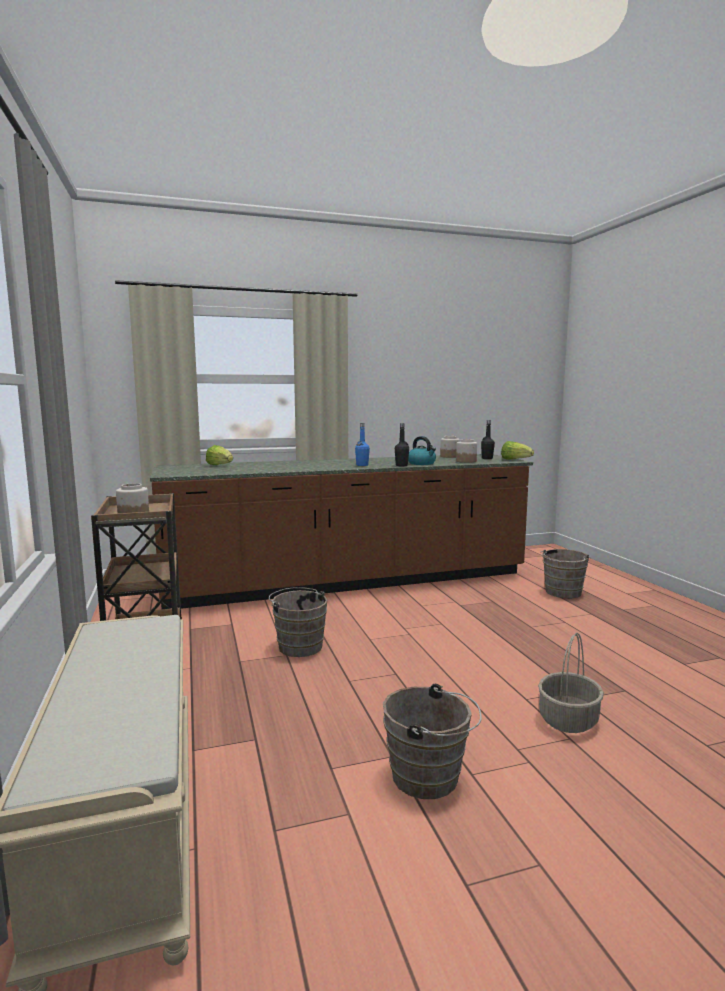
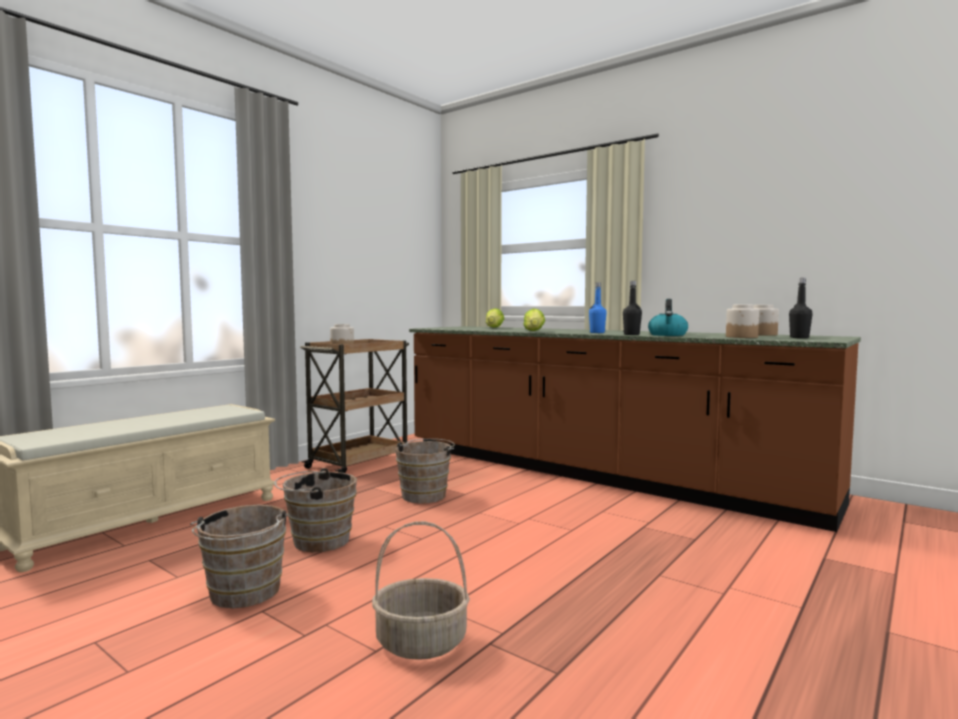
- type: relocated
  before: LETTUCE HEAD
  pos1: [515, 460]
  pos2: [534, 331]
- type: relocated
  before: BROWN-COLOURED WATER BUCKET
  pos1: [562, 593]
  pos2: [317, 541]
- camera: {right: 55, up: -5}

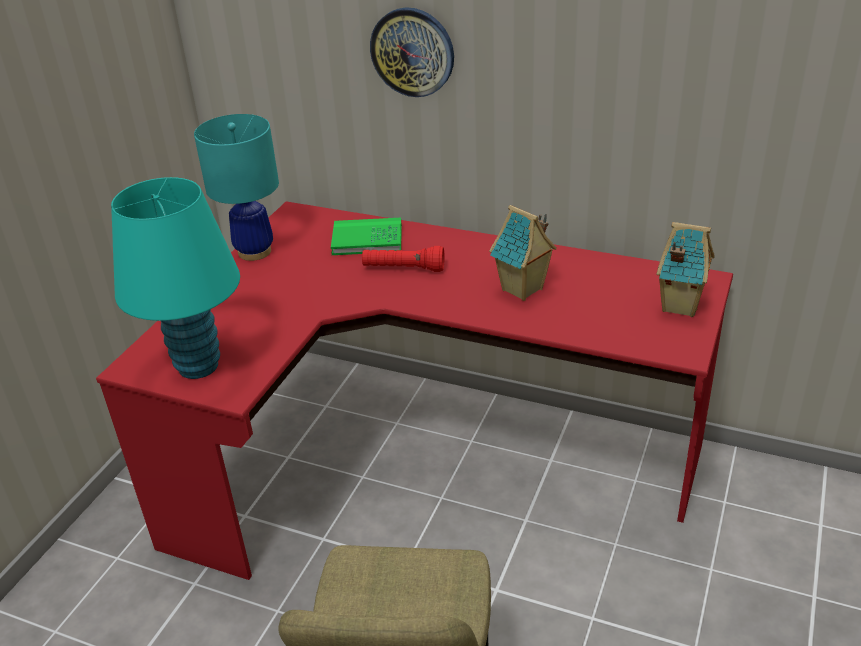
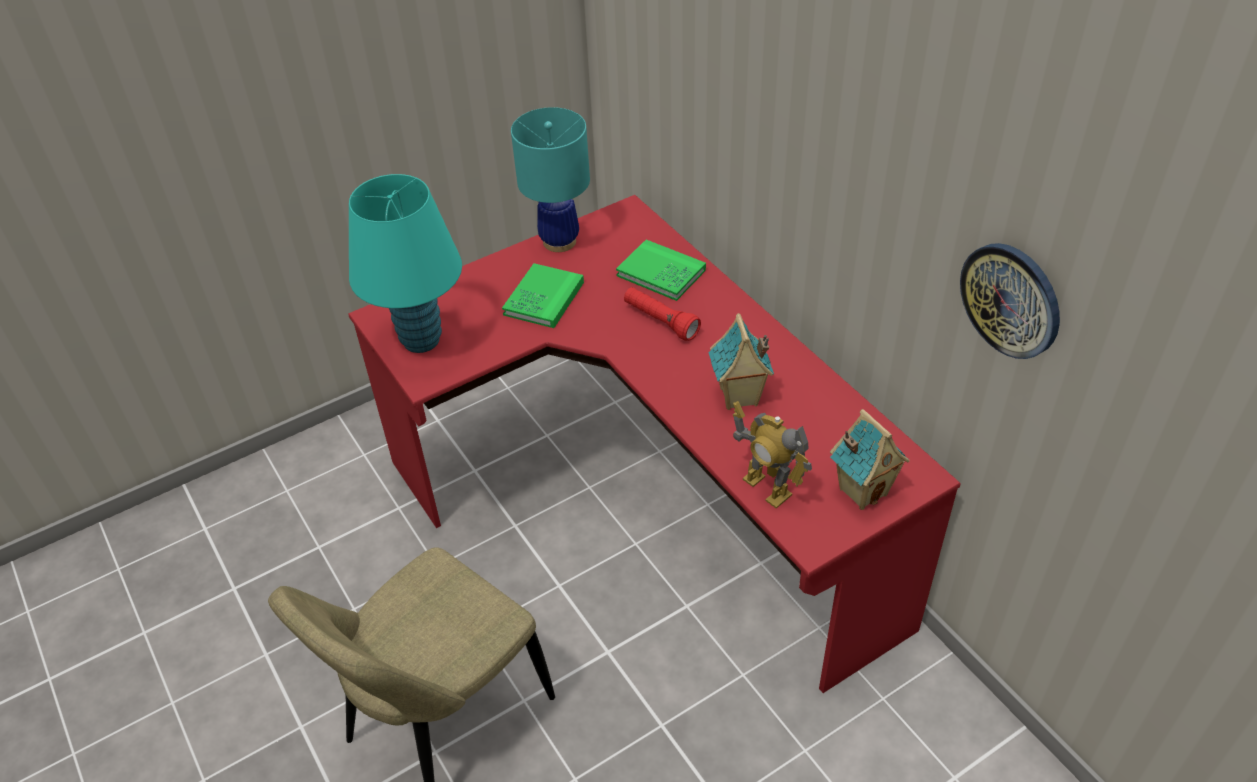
- type: relocated
  before: HANGING CLOCK
  pos1: [412, 52]
  pos2: [1011, 300]
- type: appeared
  after: GREEN BOOK
  pos2: [544, 298]
- type: appeared
  after: TOY ROBOT
  pos2: [766, 487]
- camera: {right: 35, up: 10}

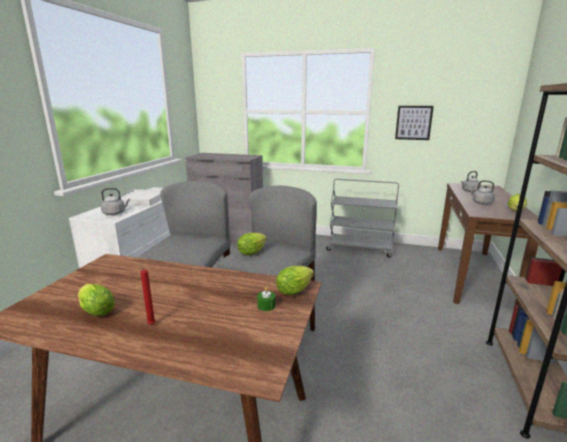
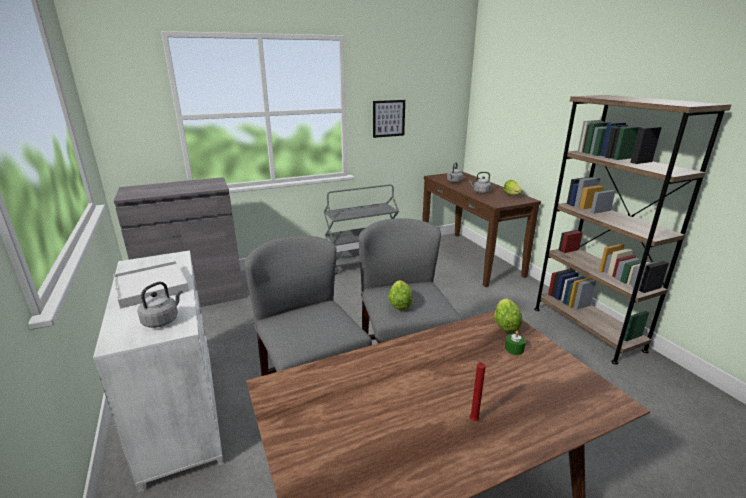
- type: missing
  before: LETTUCE HEAD
  pos1: [95, 310]
- camera: {right: -40, up: 5}

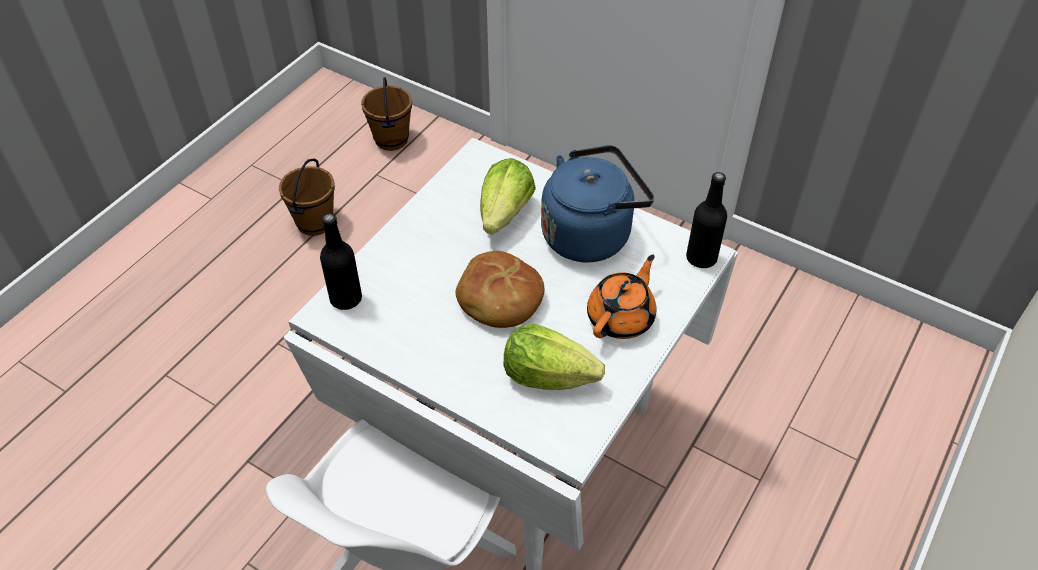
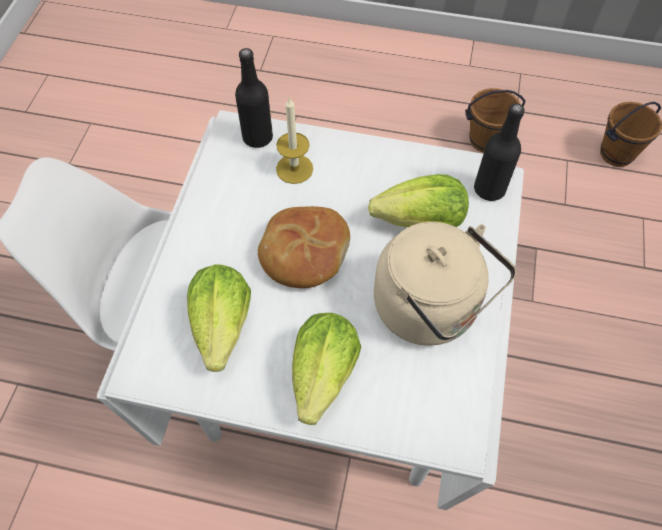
- type: colour
  before: BLUISH WATER KETTLE
  after: BEIGE-COLOURED WATER KETTLE
  pos1: [590, 234]
  pos2: [431, 309]
- type: exchanged
  before: ORANGE POT FOR TEA
  after: LETTUCE HEAD
  pos1: [621, 317]
  pos2: [323, 374]
- type: relocated
  before: BLACK-COLOURED BEVERAGE BOTTLE
  pos1: [701, 258]
  pos2: [489, 189]
- type: appeared
  after: WAX CANDLE
  pos2: [294, 169]
- camera: {right: 70, up: 10}

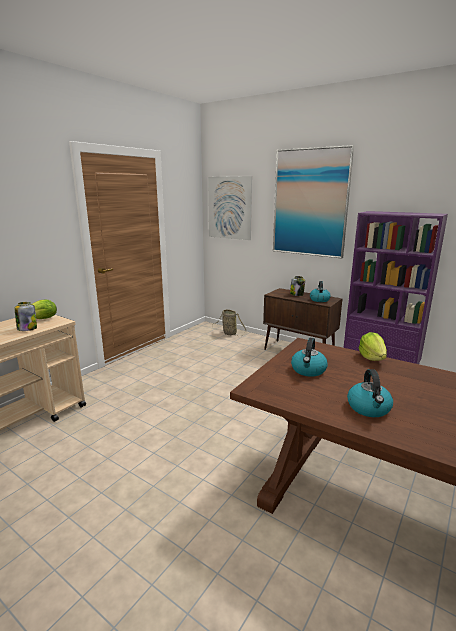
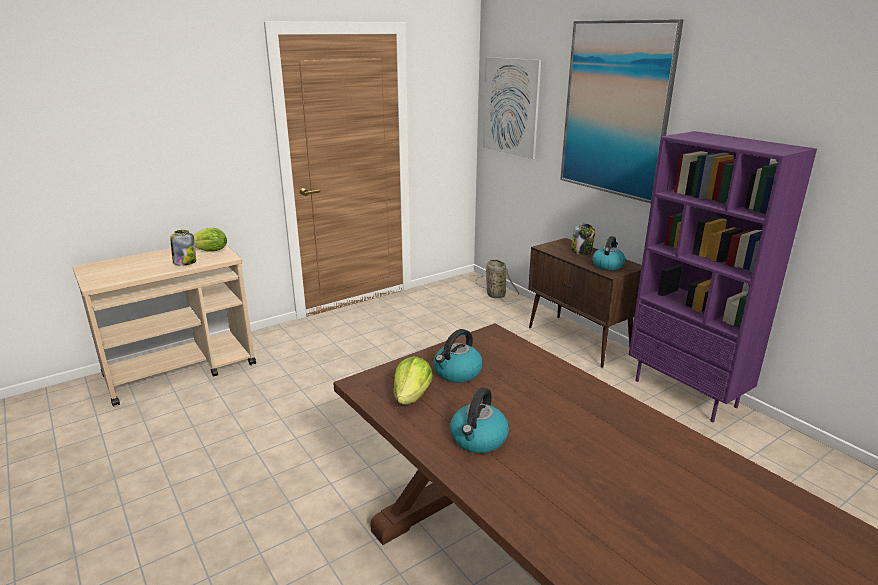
- type: relocated
  before: LETTUCE HEAD
  pos1: [372, 358]
  pos2: [412, 397]
- camera: {right: 20, up: 5}

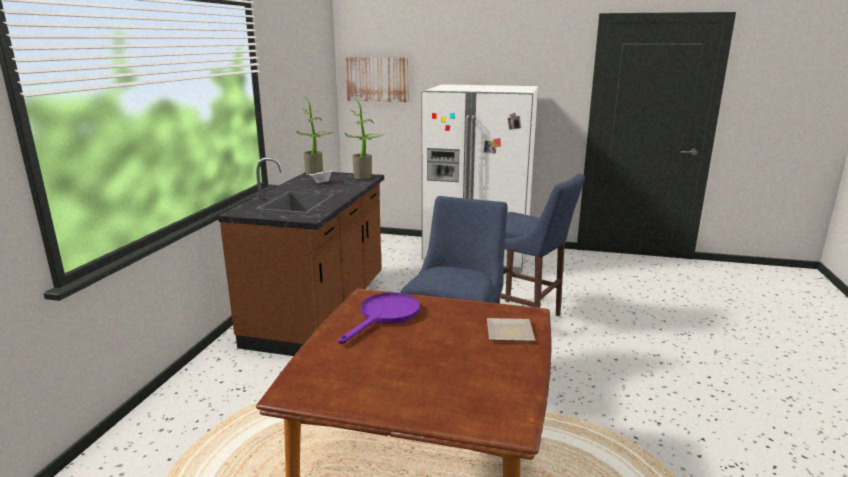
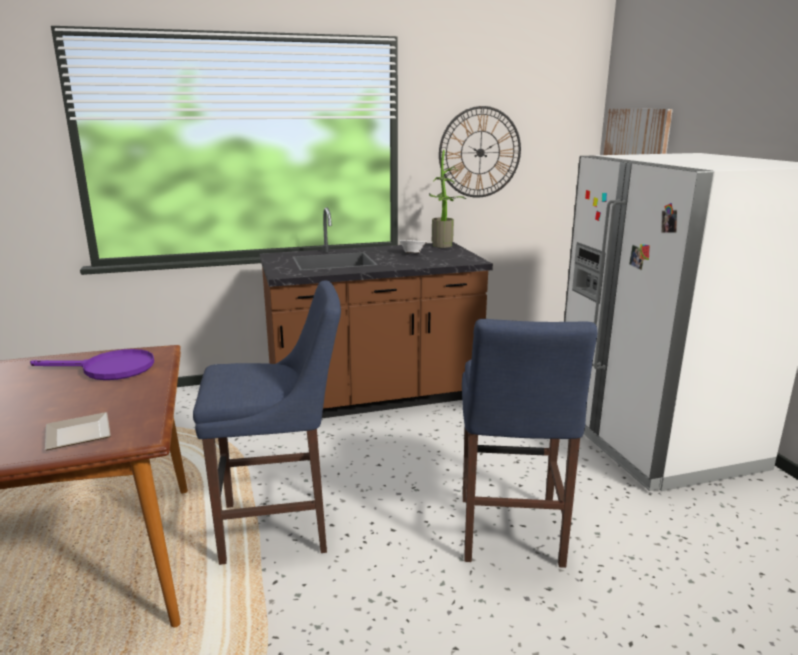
- type: missing
  before: HOUSEPLANT
  pos1: [365, 177]
- type: appeared
  after: HANGING CLOCK
  pos2: [480, 152]
- camera: {right: 60, up: 0}

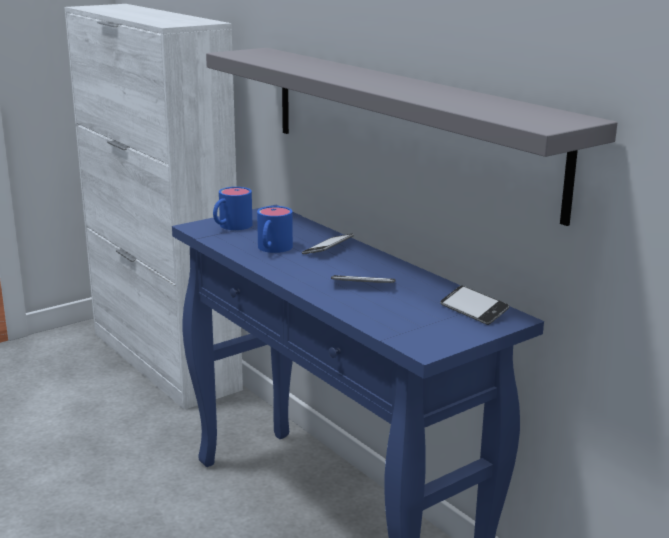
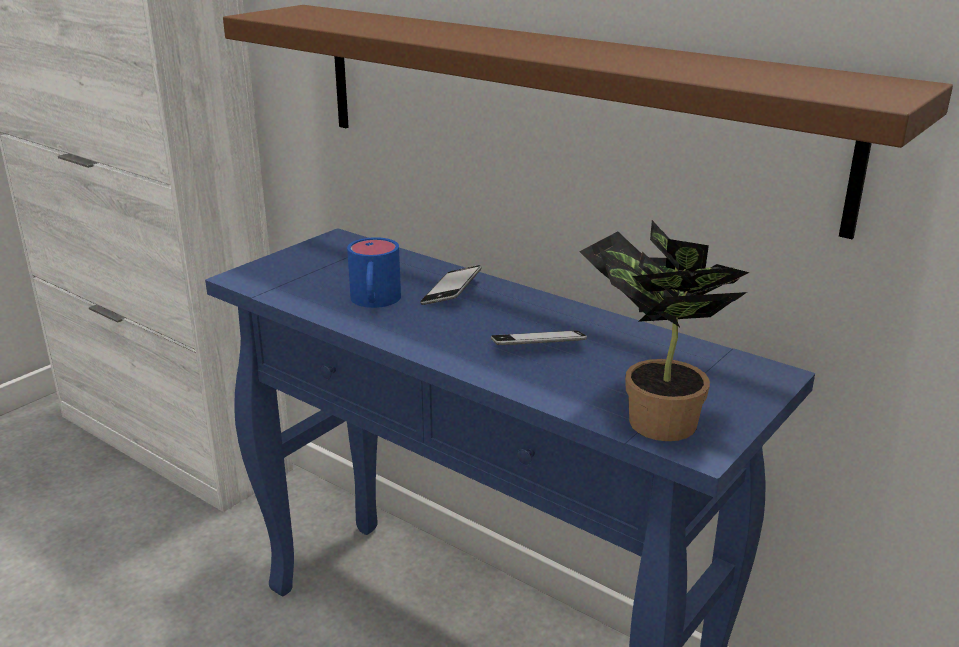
- type: colour
  before: GRAY SHELF
  after: BROWN-COLOURED SHELF
  pos1: [404, 124]
  pos2: [555, 106]
- type: missing
  before: BLUISH COFFEE MUG
  pos1: [230, 227]
- type: missing
  before: HANDSET
  pos1: [473, 310]
- type: appeared
  after: HOUSEPLANT
  pos2: [651, 421]
- camera: {right: -15, up: 5}

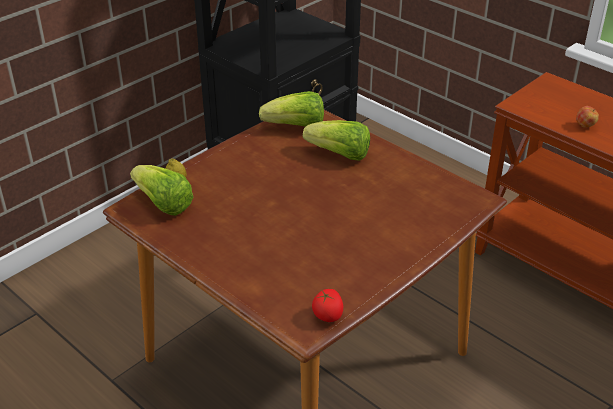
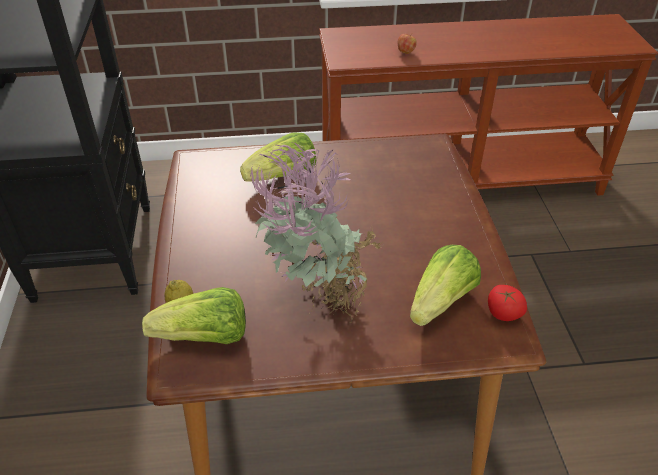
- type: relocated
  before: LETTUCE HEAD
  pos1: [296, 126]
  pos2: [441, 302]
- type: appeared
  after: HOUSEPLANT
  pos2: [317, 304]
- camera: {right: -50, up: 5}

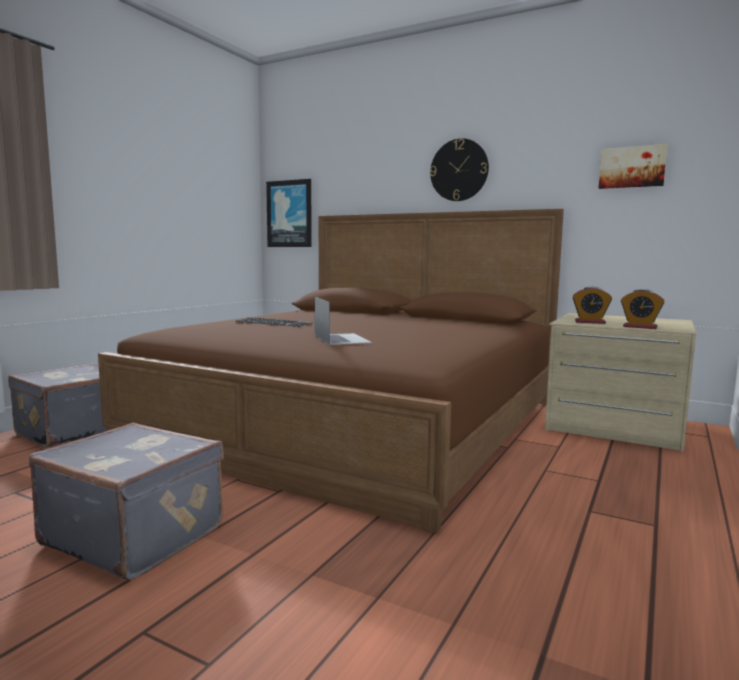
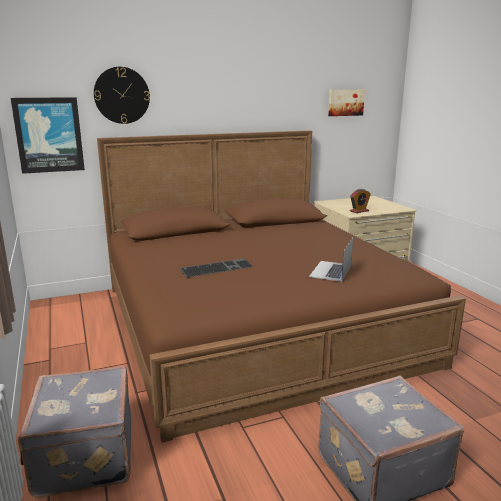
- type: spun
  before: LAPTOP
  pos1: [341, 339]
  pos2: [331, 271]
  turn: -90
- type: relocated
  before: HANGING CLOCK
  pos1: [459, 170]
  pos2: [122, 95]
- type: missing
  before: ALARM CLOCK
  pos1: [640, 327]
- camera: {right: -50, up: 10}

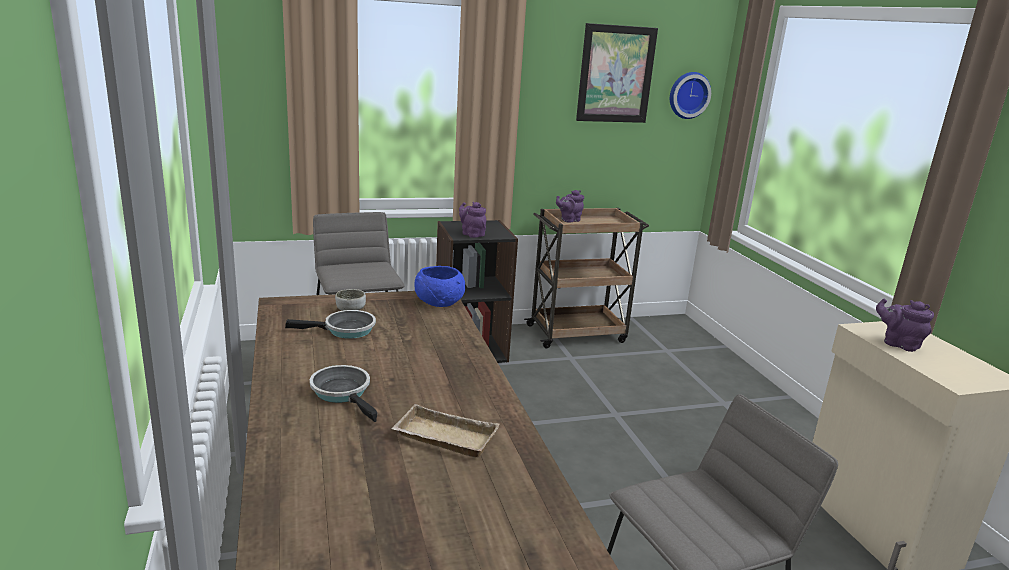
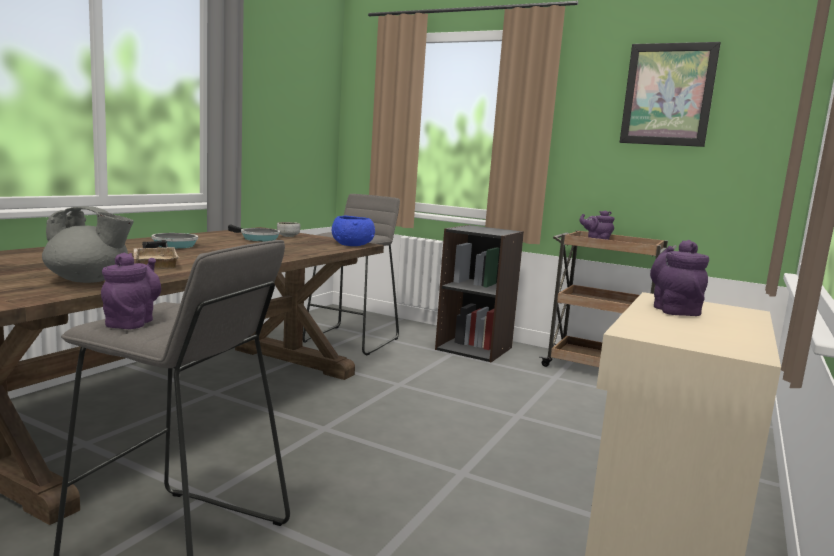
- type: relocated
  before: PURPLISH POT FOR TEA
  pos1: [471, 234]
  pos2: [132, 322]
- type: missing
  before: HANGING CLOCK
  pos1: [688, 95]
- type: appeared
  after: GRAY POT FOR TEA
  pos2: [89, 280]
- camera: {right: 45, up: -10}

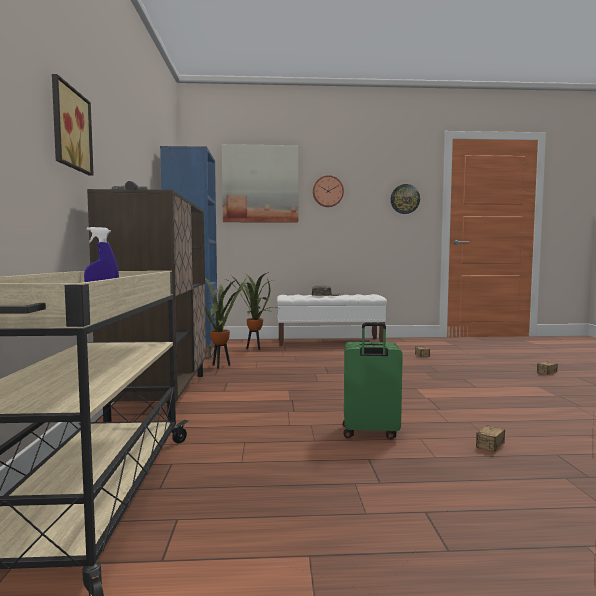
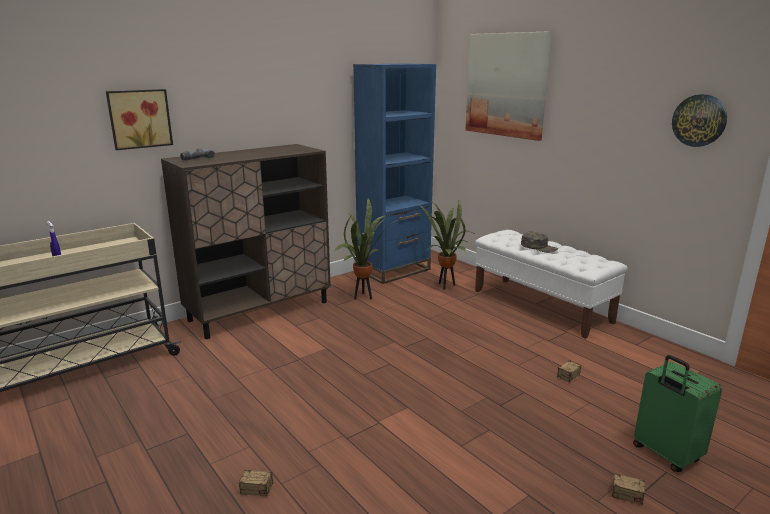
- type: missing
  before: HANGING CLOCK
  pos1: [328, 191]
- type: relocated
  before: GREEN SUITCASE
  pos1: [370, 433]
  pos2: [665, 454]
- camera: {right: 55, up: 15}

